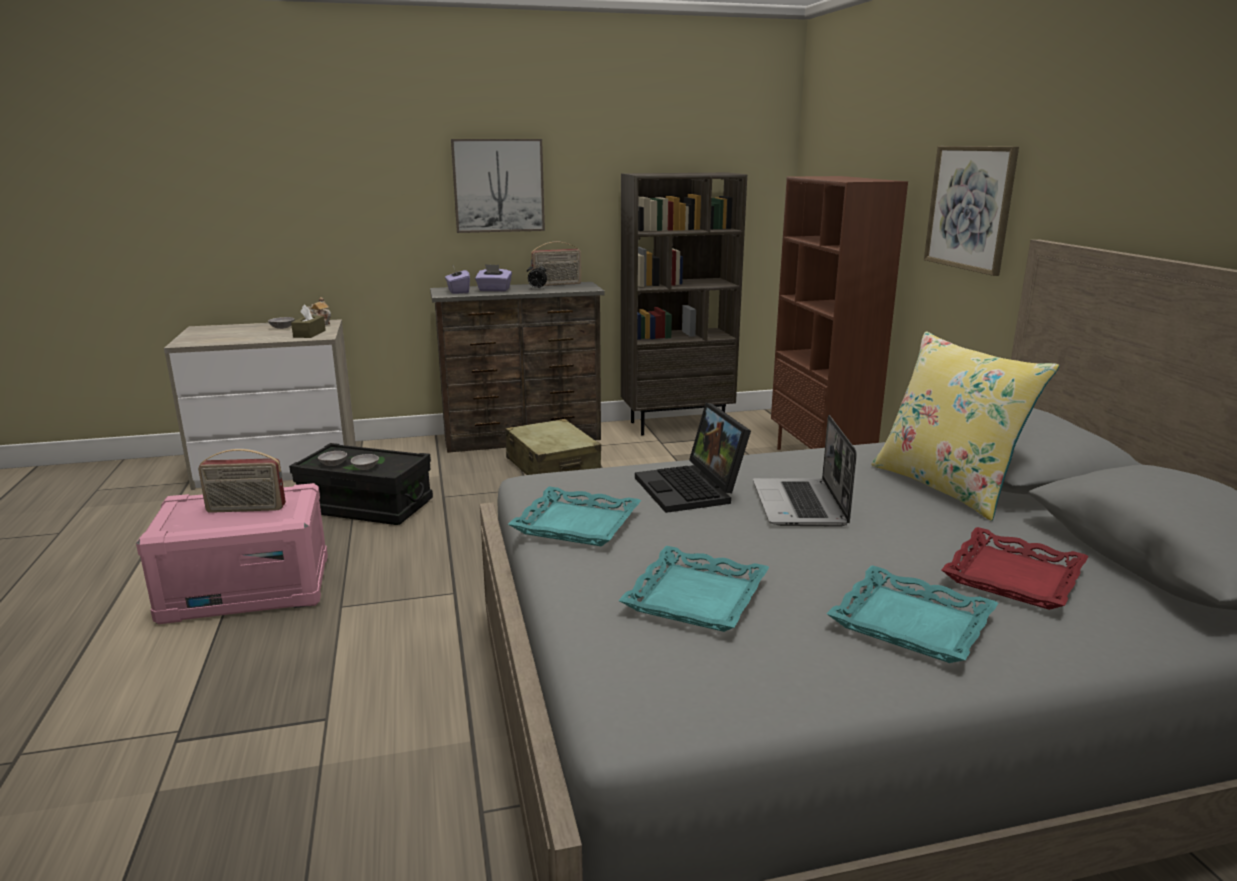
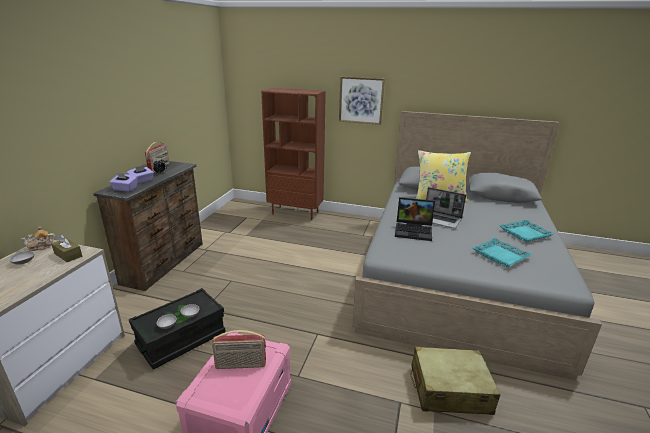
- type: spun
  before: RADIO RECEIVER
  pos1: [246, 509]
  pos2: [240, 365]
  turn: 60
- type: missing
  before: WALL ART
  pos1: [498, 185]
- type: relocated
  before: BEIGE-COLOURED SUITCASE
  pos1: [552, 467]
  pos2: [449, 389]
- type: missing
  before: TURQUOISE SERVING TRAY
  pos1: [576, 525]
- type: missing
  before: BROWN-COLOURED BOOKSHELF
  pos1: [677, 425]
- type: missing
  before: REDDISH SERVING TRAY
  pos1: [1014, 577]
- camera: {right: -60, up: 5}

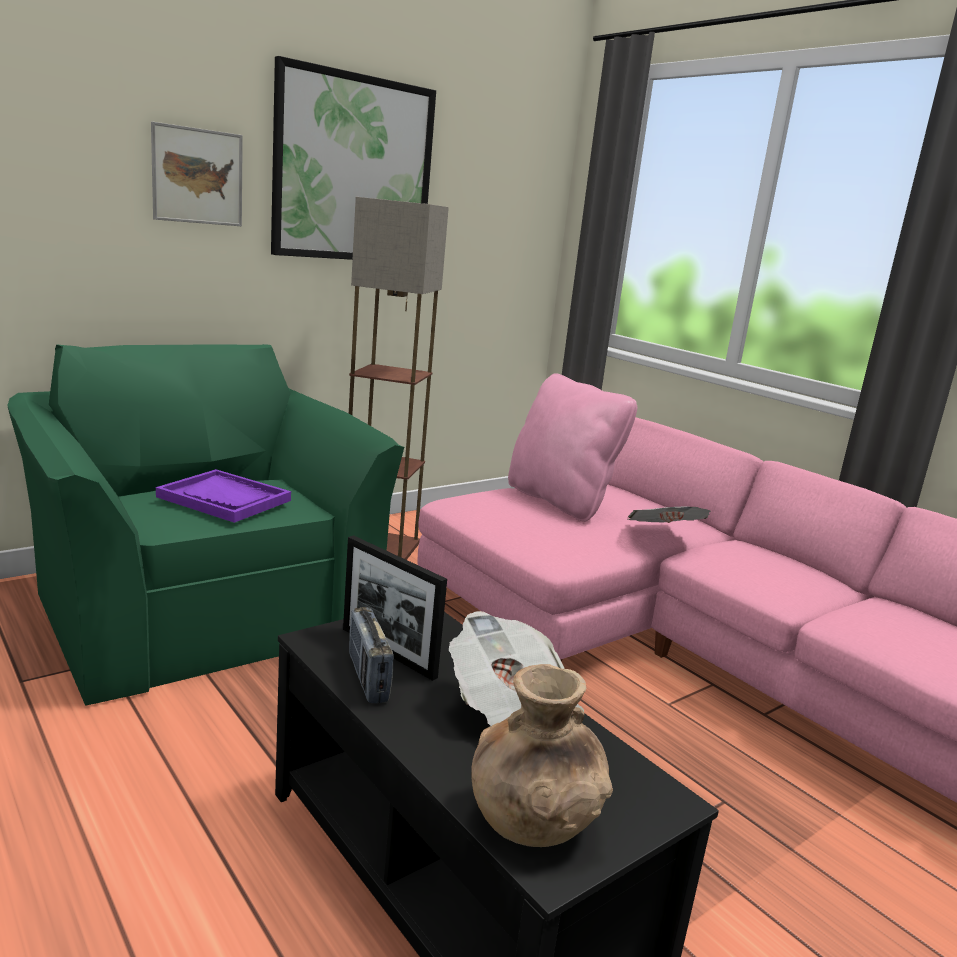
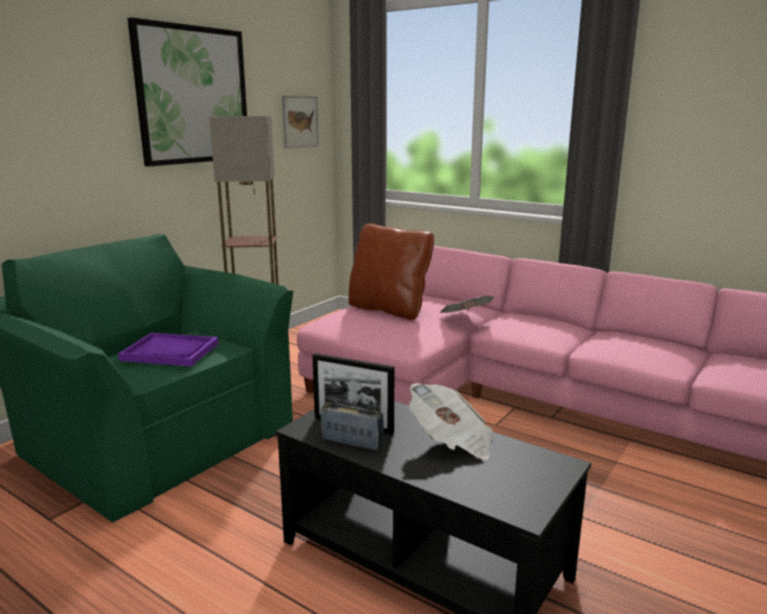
- type: relocated
  before: WALL ART
  pos1: [197, 176]
  pos2: [300, 121]
- type: spun
  before: RADIO RECEIVER
  pos1: [367, 678]
  pos2: [352, 442]
  turn: 150
- type: missing
  before: BROWN-COLOURED VASE
  pos1: [532, 821]
- type: colour
  before: PINKISH CUSHION
  after: BROWN-COLOURED CUSHION
  pos1: [560, 501]
  pos2: [389, 309]
- camera: {right: -15, up: 0}

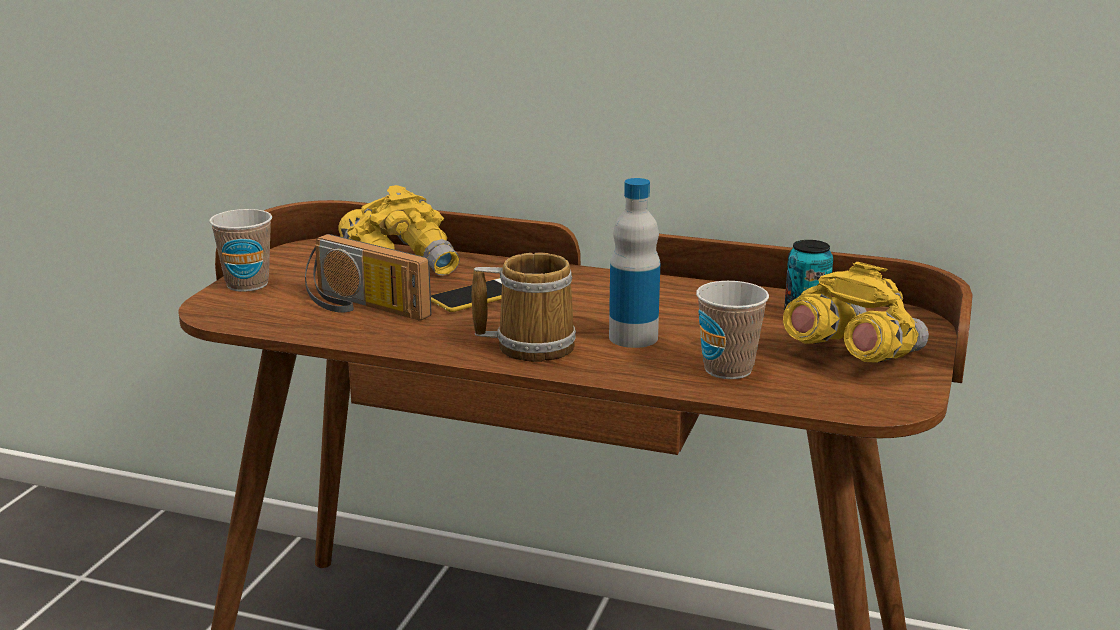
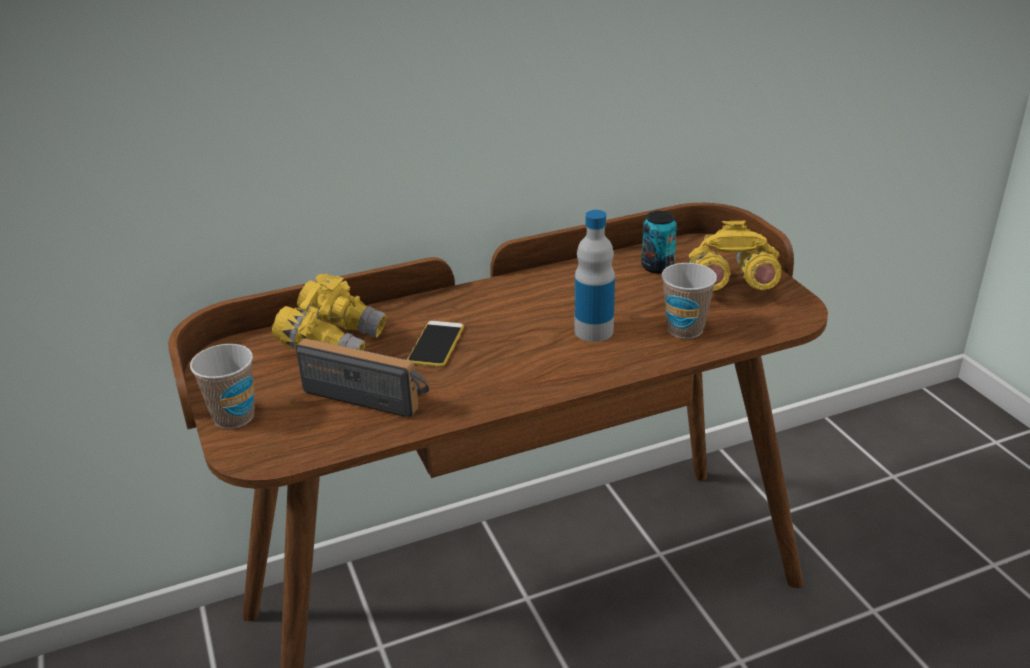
- type: spun
  before: RADIO RECEIVER
  pos1: [361, 307]
  pos2: [370, 394]
  turn: -150
- type: missing
  before: COFFEE MUG
  pos1: [530, 345]
- camera: {right: -40, up: 10}

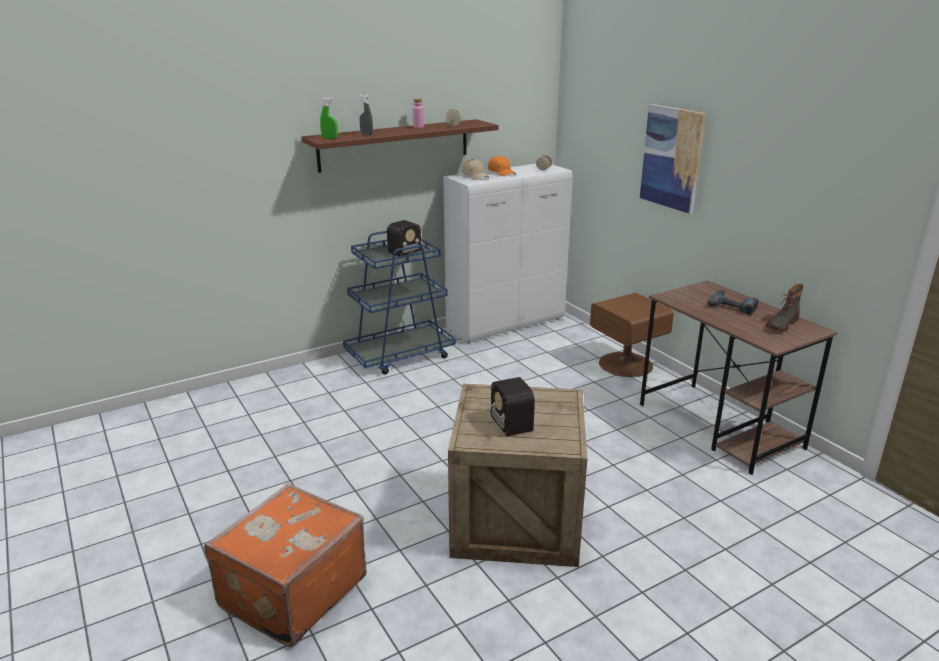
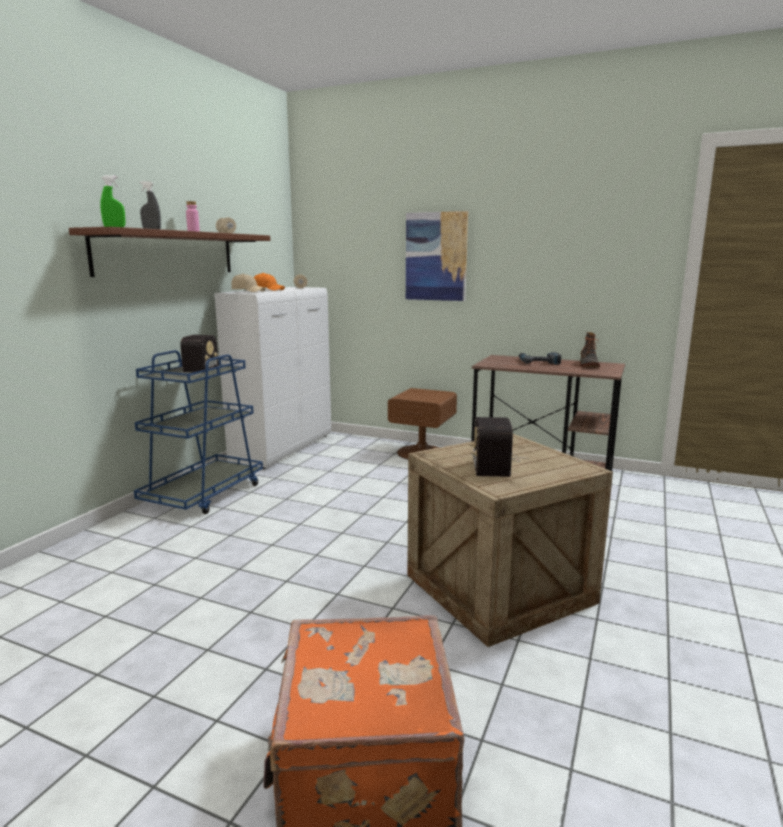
- type: spun
  before: RADIO RECEIVER
  pos1: [508, 415]
  pos2: [493, 462]
  turn: 60
- camera: {right: -35, up: -10}

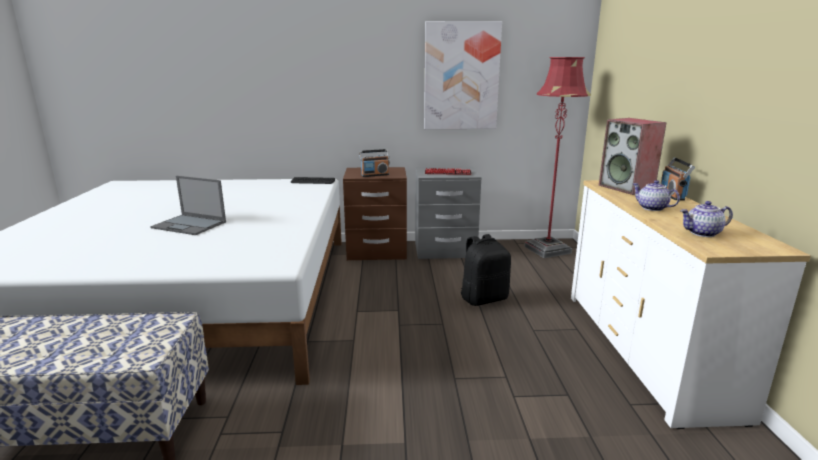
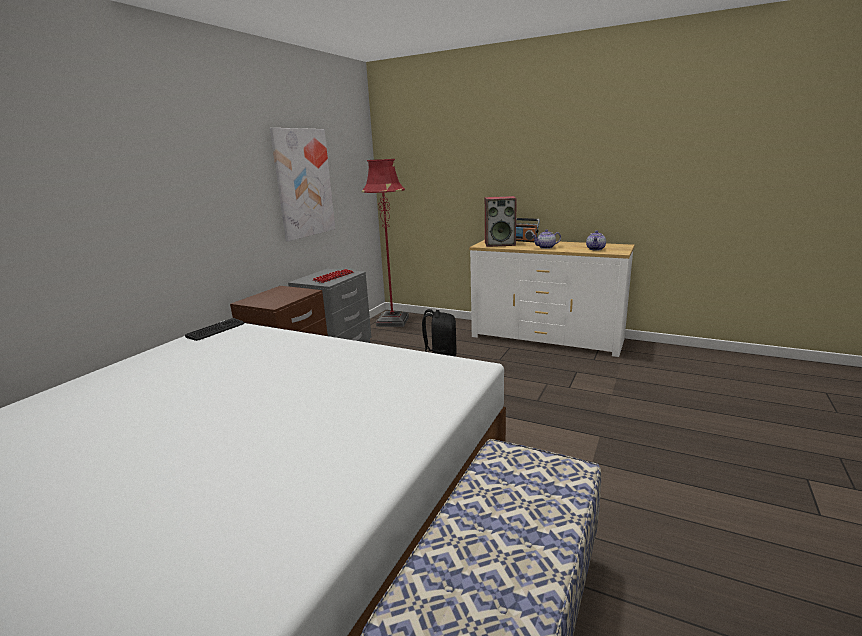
- type: missing
  before: LAPTOP
  pos1: [190, 225]
- type: missing
  before: RADIO RECEIVER
  pos1: [375, 175]
- camera: {right: -60, up: 0}

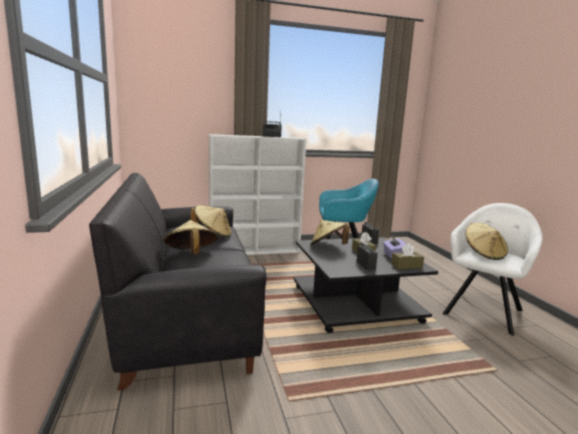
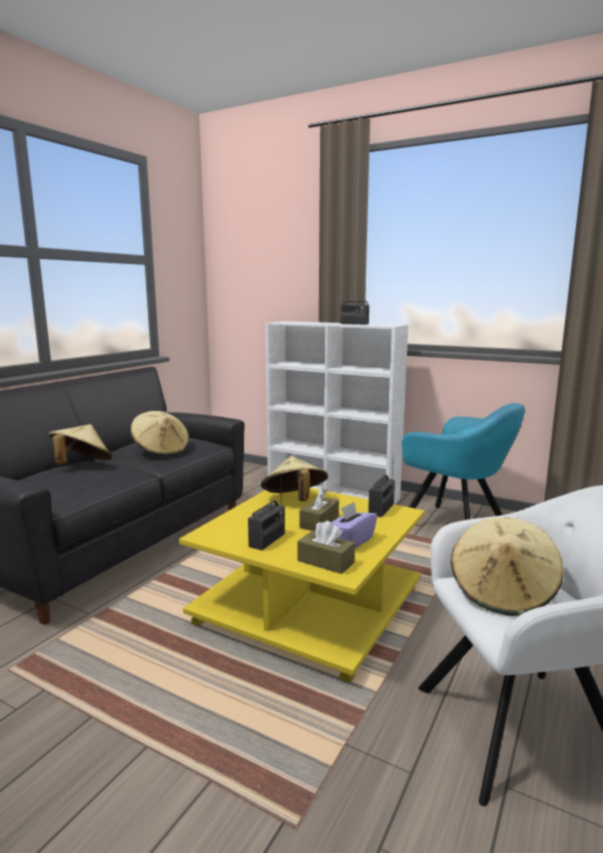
- type: colour
  before: BLACK-COLOURED LOUNGE TABLE
  after: YELLOW LOUNGE TABLE
  pos1: [354, 304]
  pos2: [308, 605]
- camera: {right: 45, up: 0}

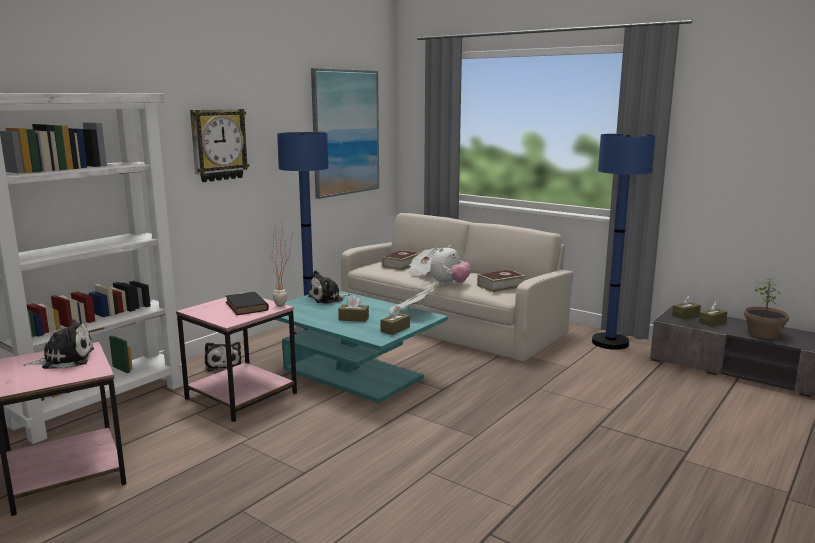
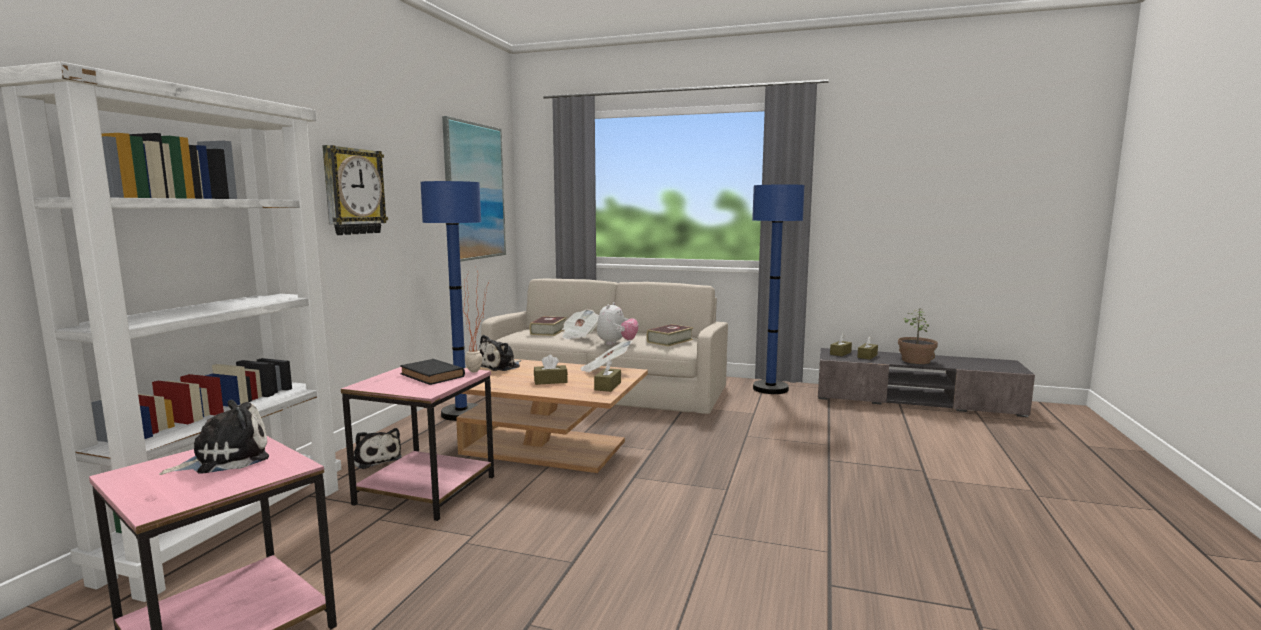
- type: colour
  before: TURQUOISE LOUNGE TABLE
  after: BROWN-COLOURED LOUNGE TABLE
  pos1: [353, 373]
  pos2: [544, 447]
- camera: {right: -20, up: -5}

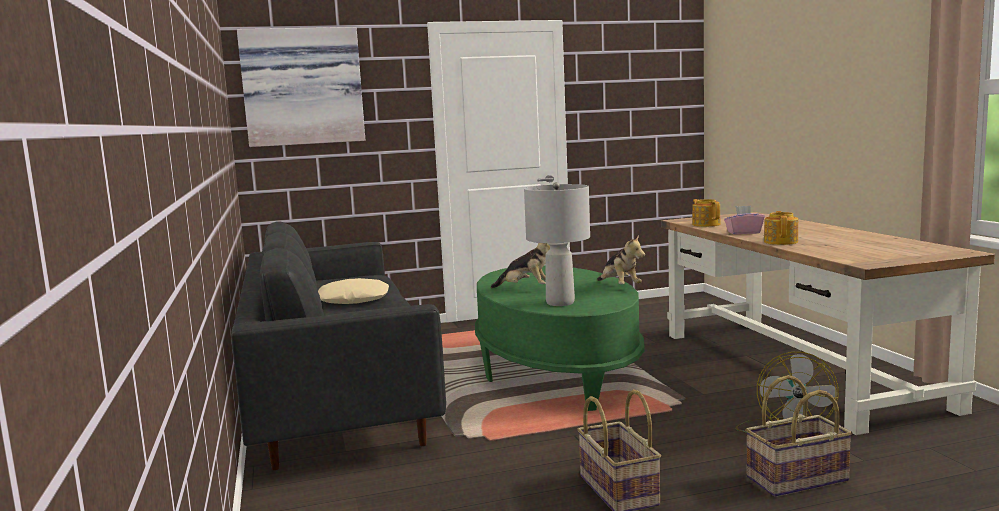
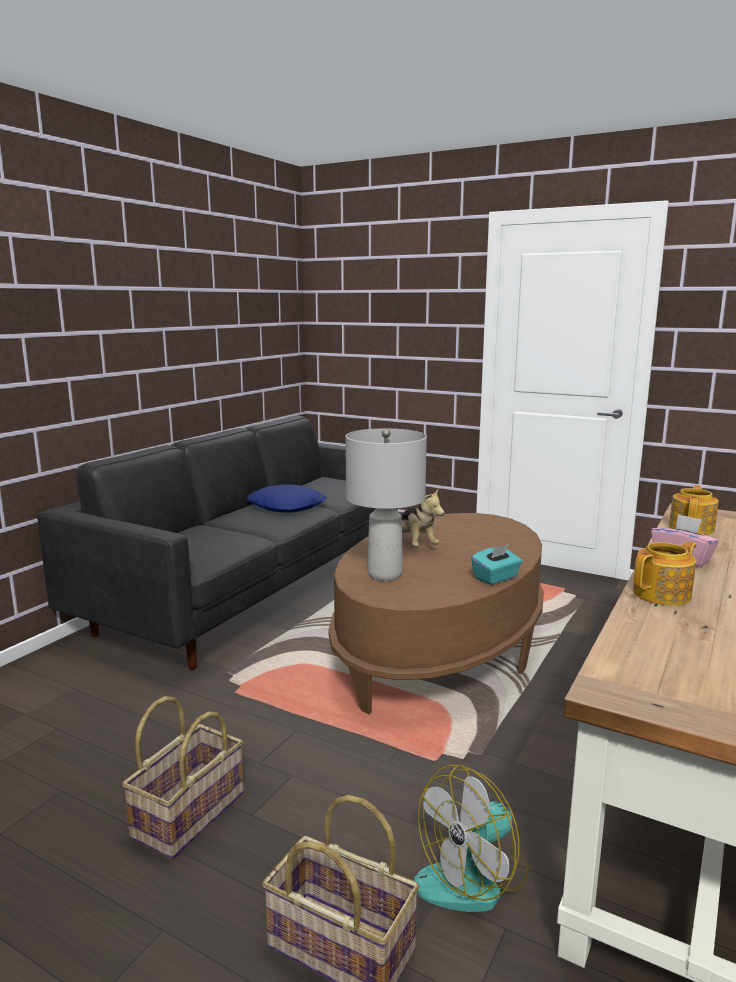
- type: missing
  before: WALL ART
  pos1: [302, 87]
- type: colour
  before: BEIGE-COLOURED CUSHION
  after: BLUISH CUSHION
  pos1: [354, 300]
  pos2: [287, 507]
- type: colour
  before: GREEN LOUNGE TABLE
  after: BROWN-COLOURED LOUNGE TABLE
  pos1: [556, 371]
  pos2: [440, 650]
- type: exchanged
  before: CUDDLY TOY
  after: TURQUOISE TISSUE BOX
  pos1: [619, 286]
  pos2: [496, 578]
- camera: {right: 45, up: 5}

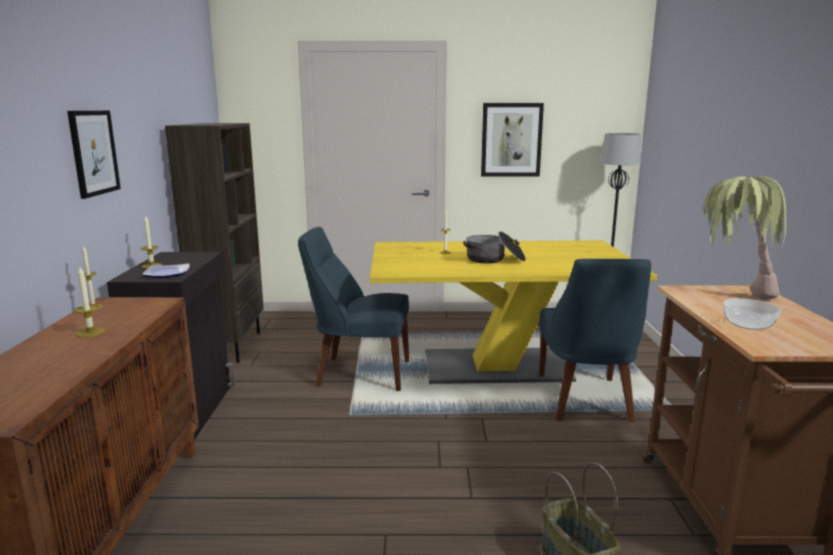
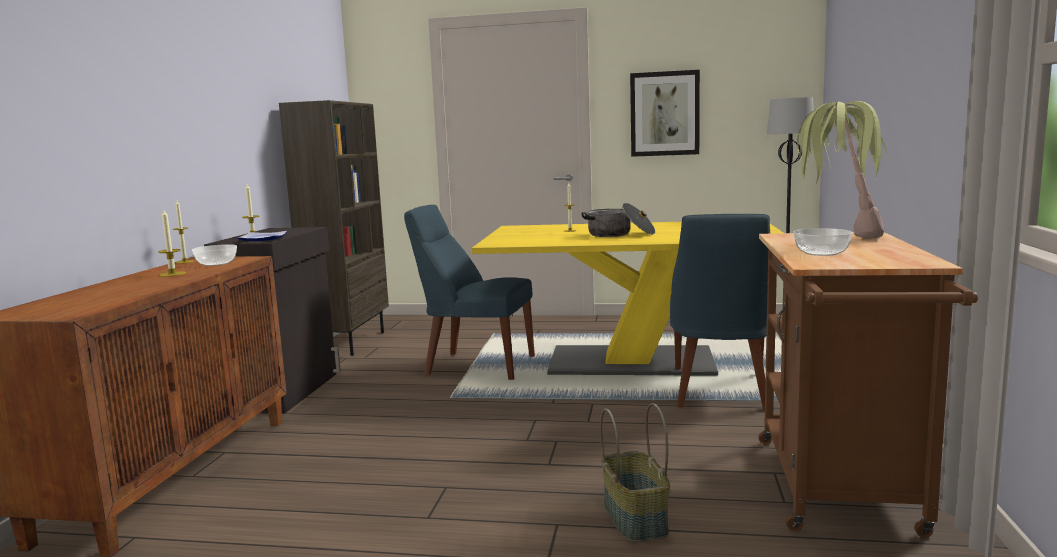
- type: missing
  before: WALL ART
  pos1: [93, 152]
- type: appeared
  after: DEEP DISH
  pos2: [216, 264]
- camera: {right: 10, up: -5}

